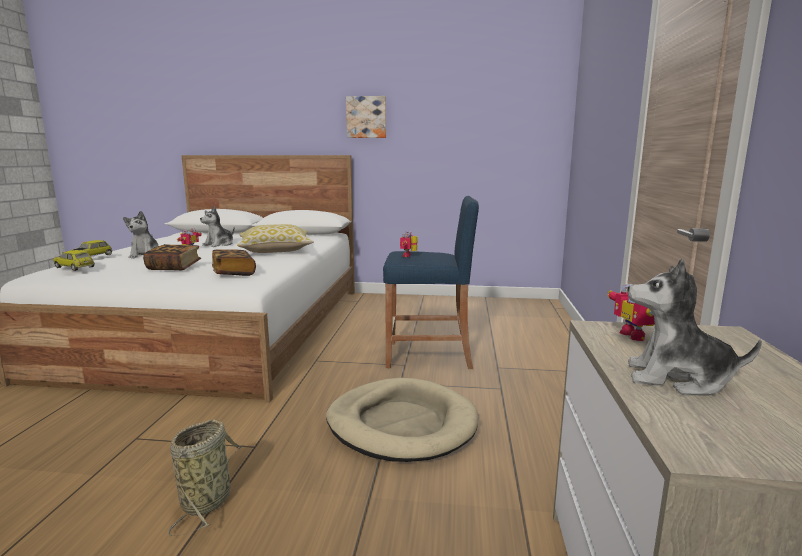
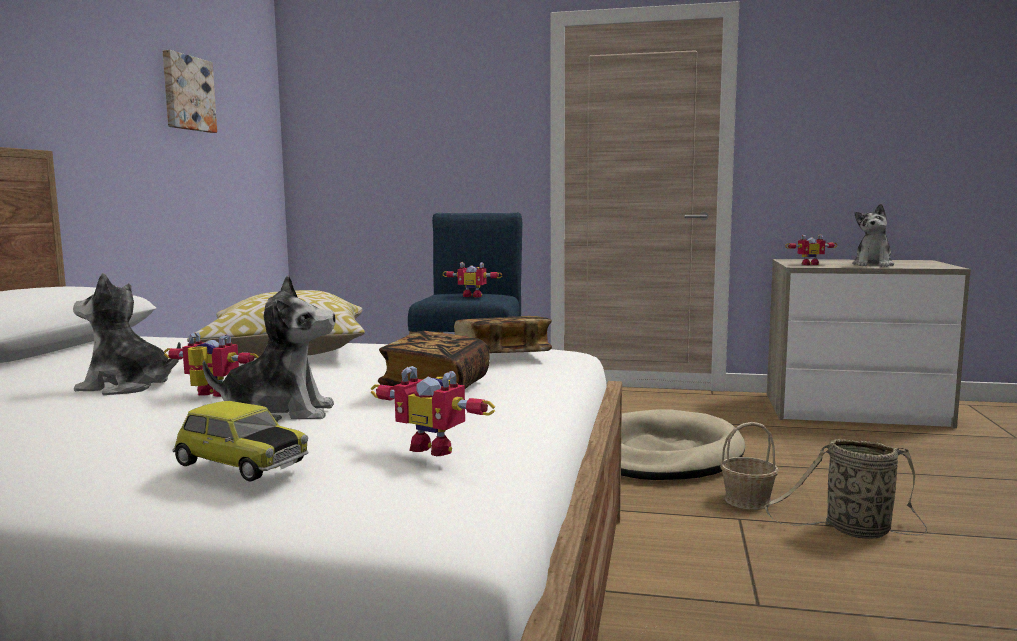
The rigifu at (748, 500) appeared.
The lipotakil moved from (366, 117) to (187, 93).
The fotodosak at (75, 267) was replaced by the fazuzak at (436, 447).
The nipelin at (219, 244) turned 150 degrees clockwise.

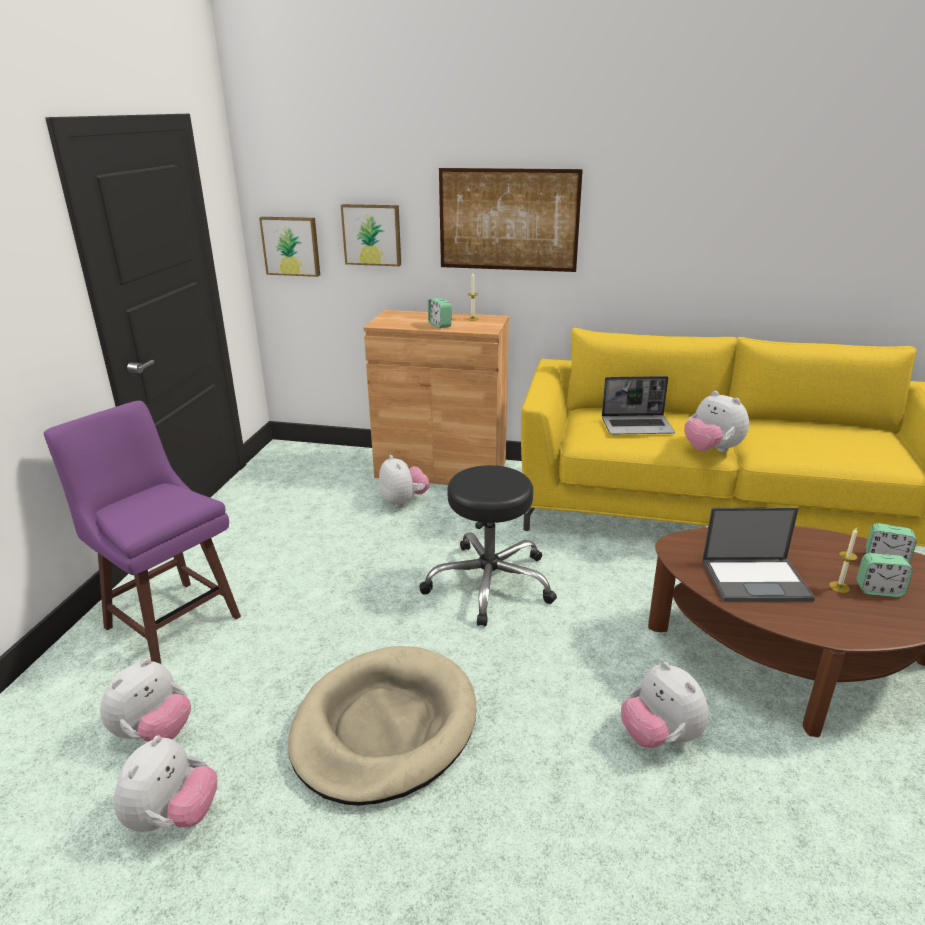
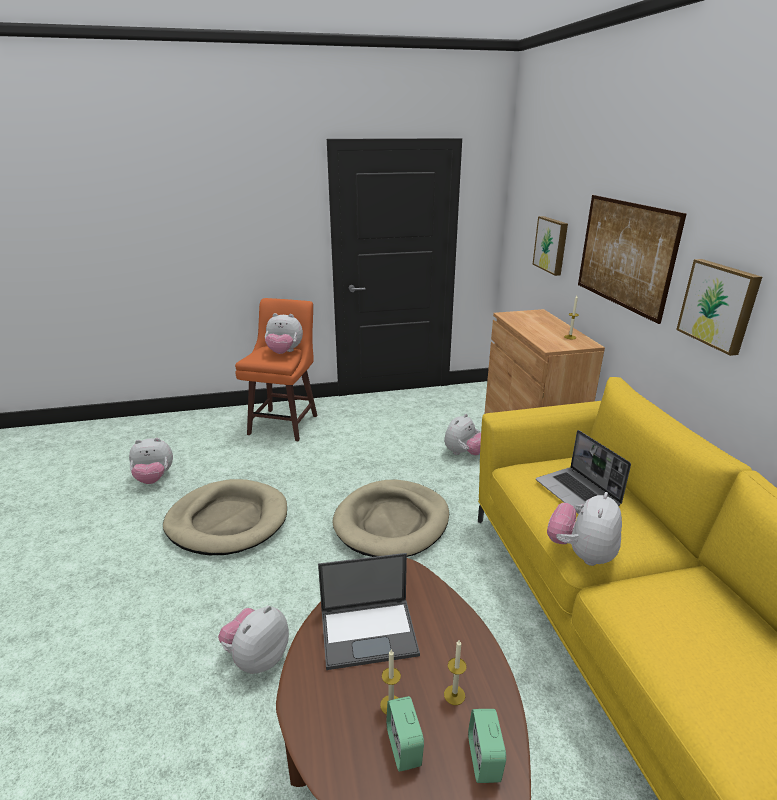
The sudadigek at (440, 325) disappeared.
The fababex at (454, 695) appeared.
The nipelin moved from (154, 732) to (284, 352).
The lipotakil moved from (291, 246) to (719, 305).
The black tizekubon at (490, 583) was replaced by the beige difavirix at (392, 522).
The purple tizekubon at (171, 620) became the orange tizekubon at (285, 424).
The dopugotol at (756, 580) turned 75 degrees counterclockwise.

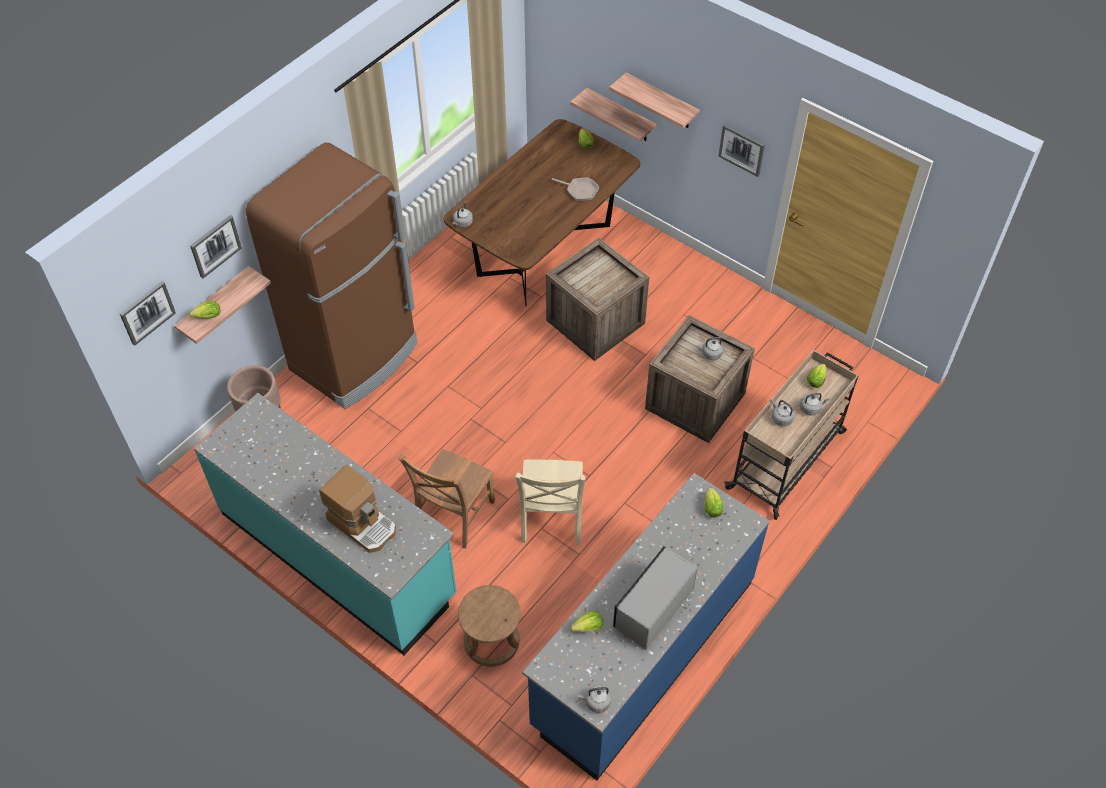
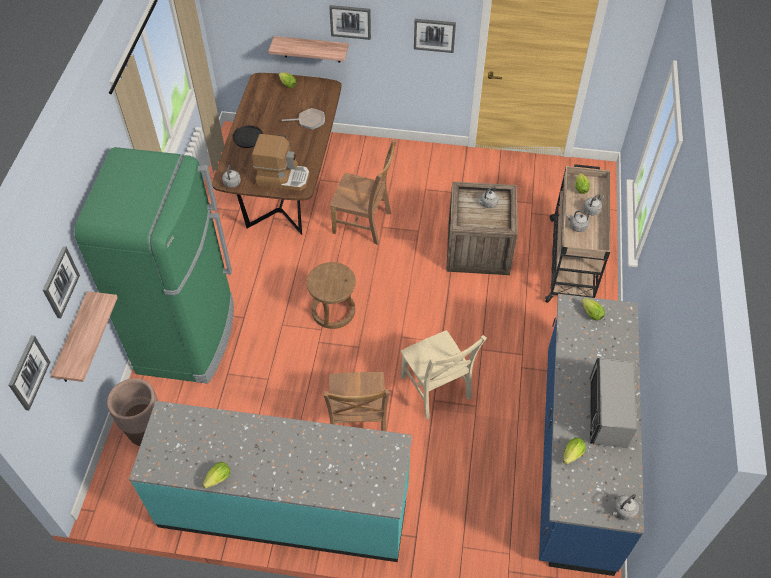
The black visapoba at (250, 138) appeared.
The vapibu moved from (206, 317) to (217, 480).
The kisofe moved from (363, 523) to (283, 177).
The brown tizekubon moved from (491, 641) to (333, 311).
The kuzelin at (595, 323) was replaced by the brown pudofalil at (364, 224).
The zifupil at (661, 102) was replaced by the lipotakil at (350, 21).
The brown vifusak at (355, 357) became the green vifusak at (188, 337).

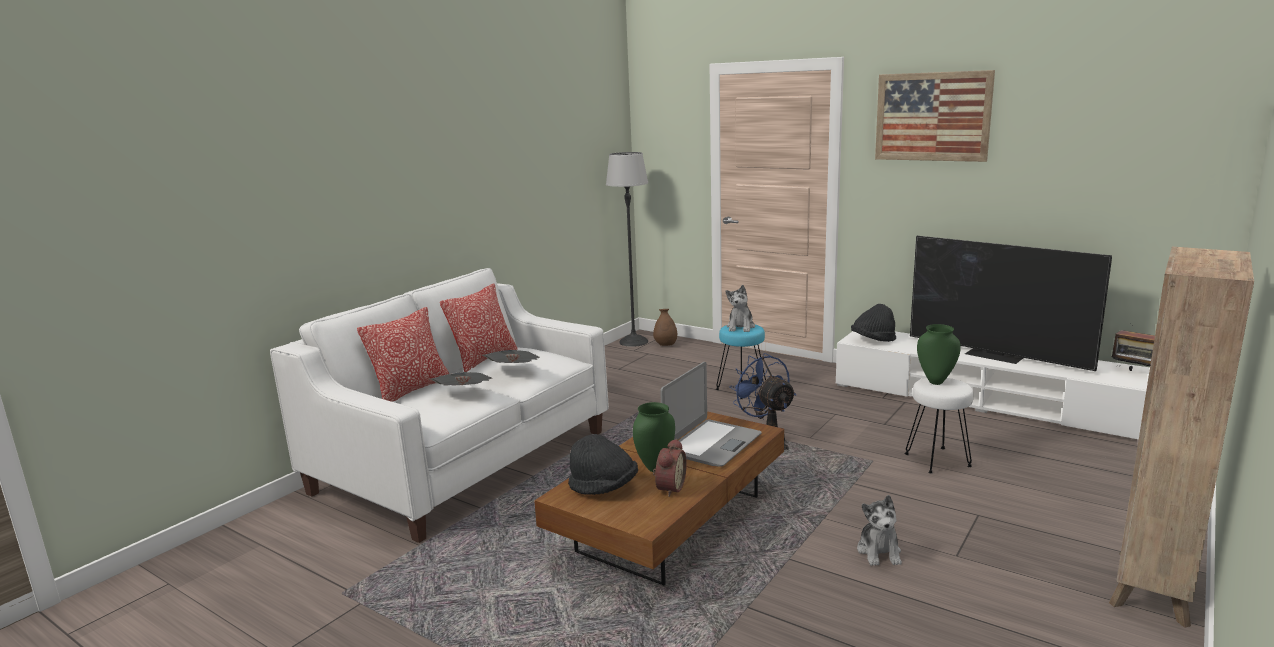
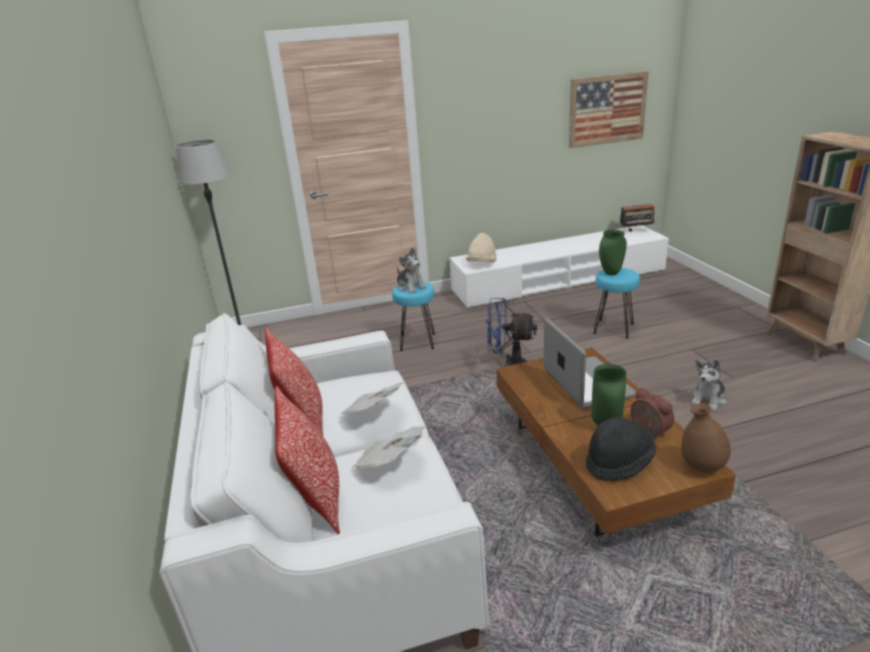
The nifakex at (996, 355) disappeared.
The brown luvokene moved from (665, 345) to (702, 467).
The lipotakil moved from (932, 116) to (607, 109).
The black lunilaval at (873, 340) became the beige lunilaval at (482, 264).
The white tizekubon at (937, 461) became the turquoise tizekubon at (614, 329).
The nipelin at (879, 552) turned 90 degrees clockwise.

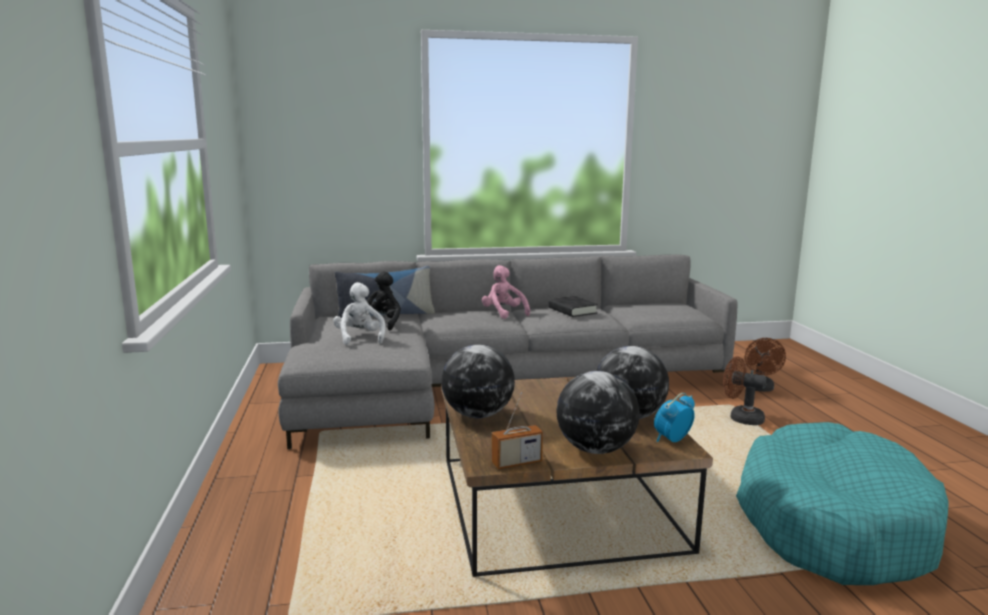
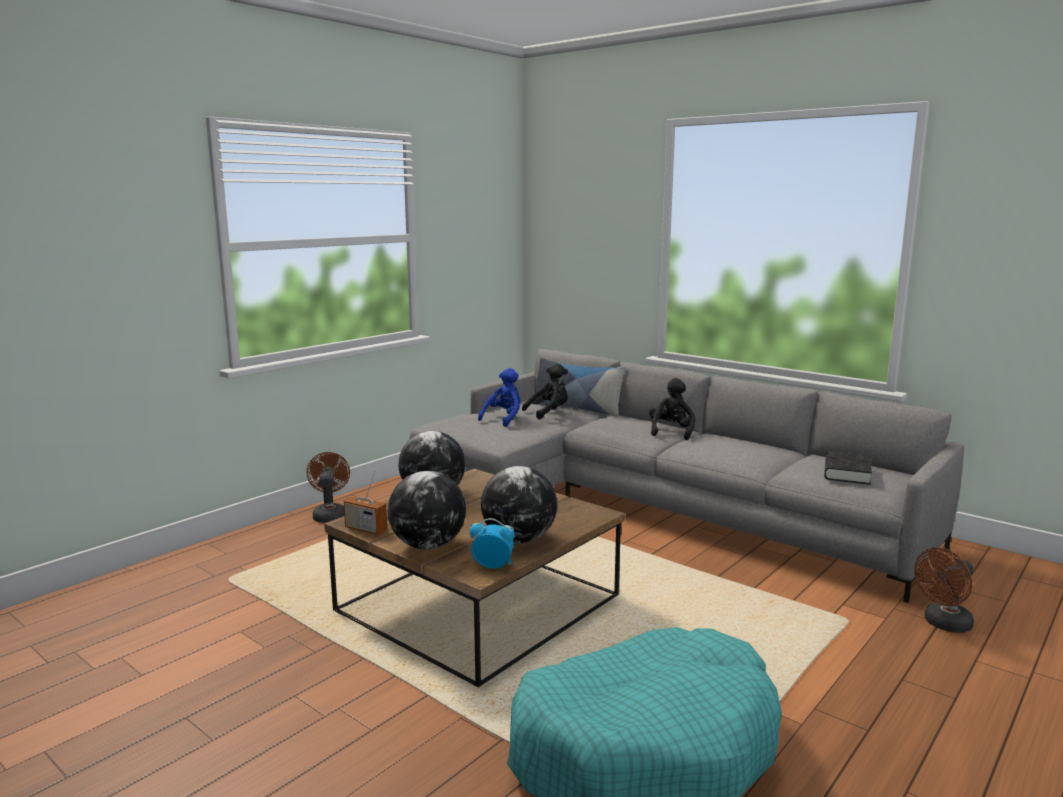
The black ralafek moved from (572, 310) to (847, 473).
The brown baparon moved from (740, 418) to (329, 514).
The white nipelin at (360, 338) became the blue nipelin at (504, 419).
The pink nipelin at (503, 313) became the black nipelin at (671, 432).

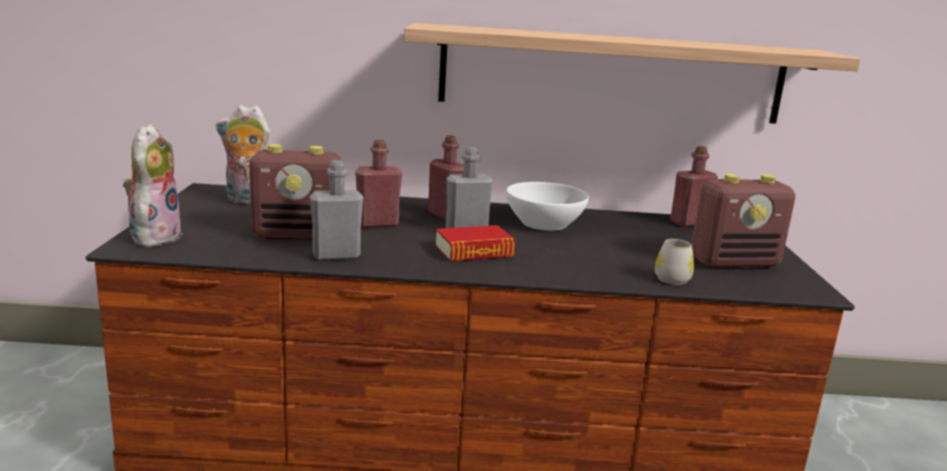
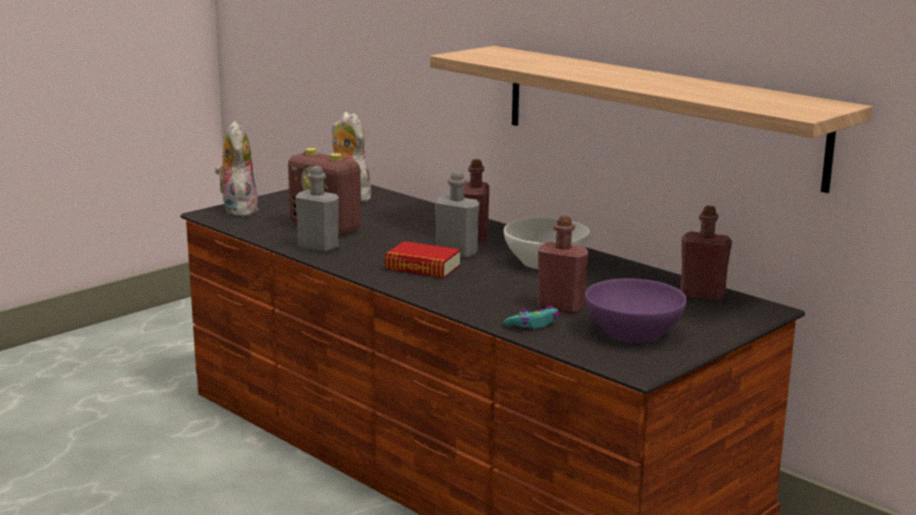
The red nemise moved from (377, 224) to (560, 307).
The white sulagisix at (672, 277) was replaced by the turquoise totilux at (533, 324).
The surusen at (735, 263) was replaced by the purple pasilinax at (634, 332).
The nipelin at (154, 236) turned 60 degrees counterclockwise.

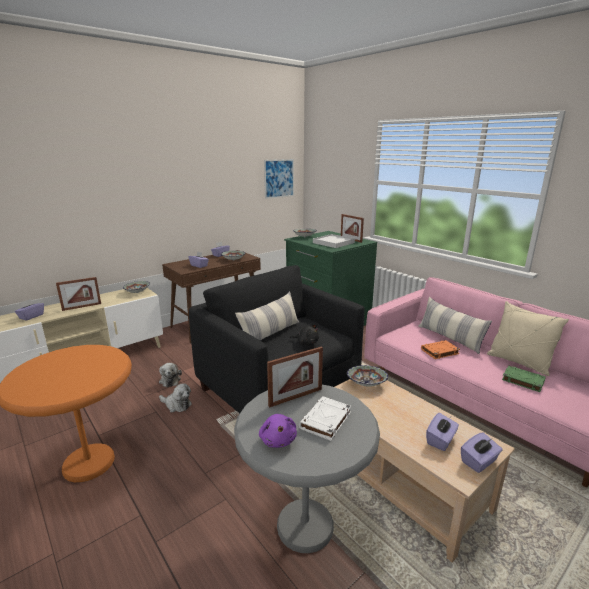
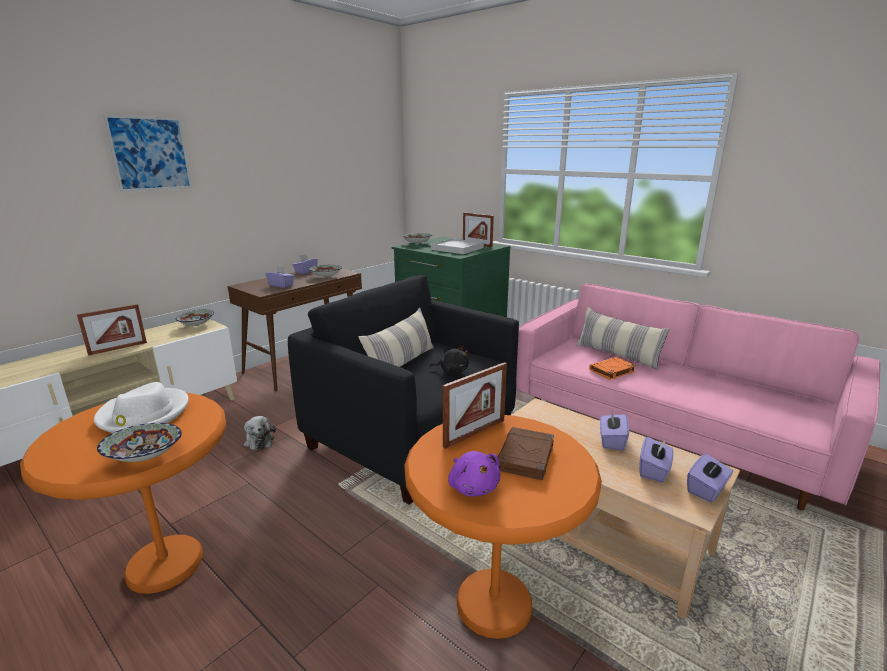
The nipelin at (177, 405) disappeared.
The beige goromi at (518, 362) disappeared.
The green ralafek at (522, 380) disappeared.
The white lunilaval at (143, 414) appeared.
The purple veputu moved from (31, 316) to (611, 441).
The lipotakil moved from (279, 178) to (150, 154).
The pasilinax moved from (366, 383) to (145, 456).
The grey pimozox at (305, 526) became the orange pimozox at (494, 603).
The white ralafek at (325, 421) became the brown ralafek at (525, 457).

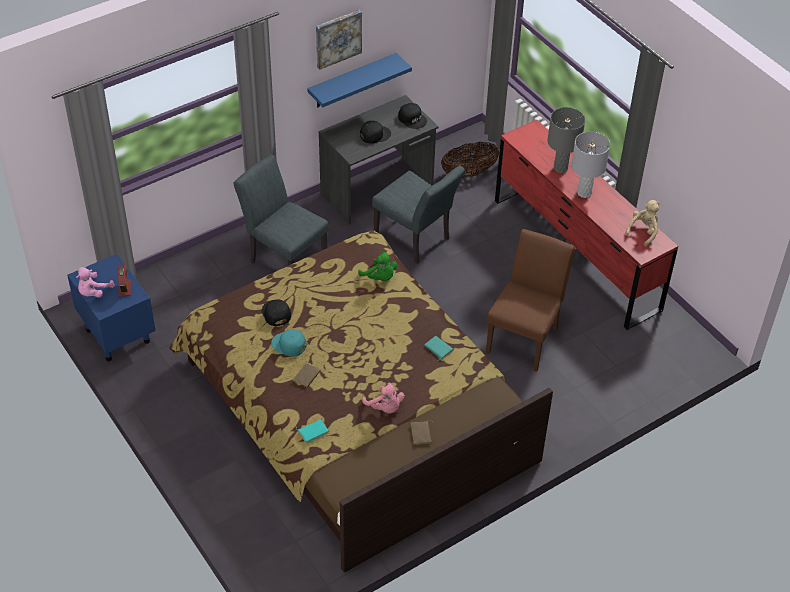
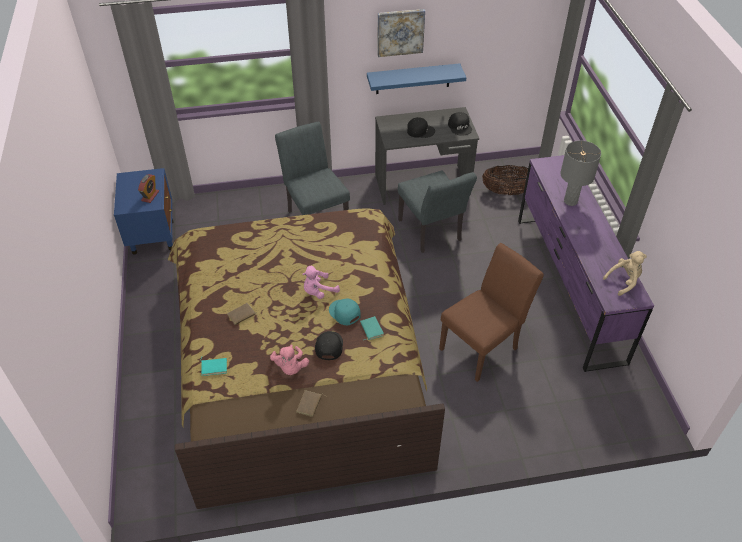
The green nipelin at (380, 277) disappeared.
The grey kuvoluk at (584, 193) disappeared.
The pink nipelin moved from (93, 292) to (318, 291).
The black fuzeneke moved from (275, 313) to (328, 346).
The turquoise fuzeneke moved from (289, 345) to (344, 313).
The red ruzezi at (575, 254) became the purple ruzezi at (568, 287).

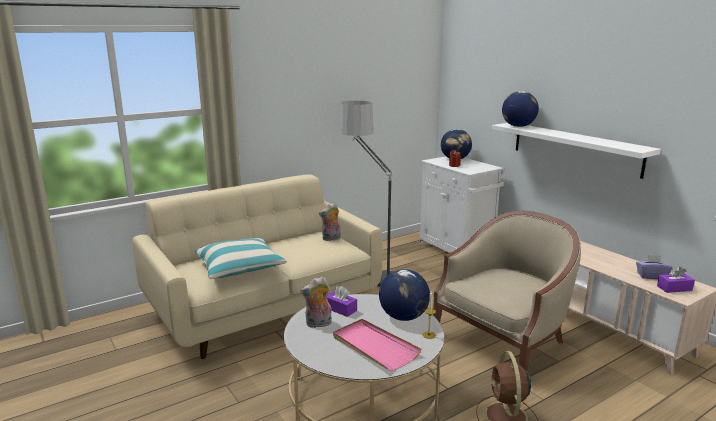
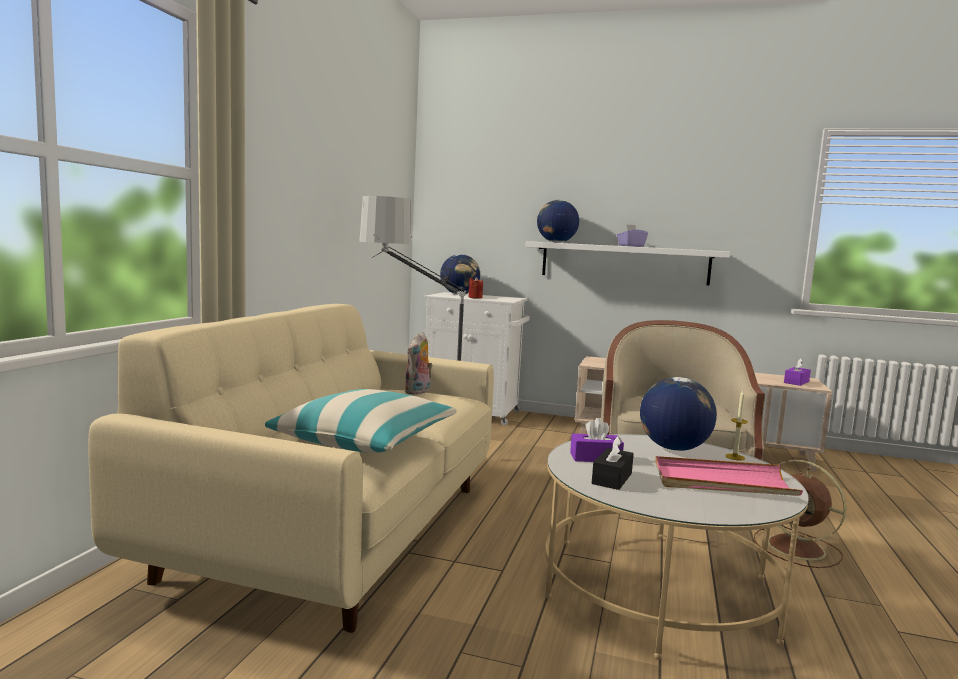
The purple veputu moved from (651, 276) to (630, 246).
The nipelin at (318, 324) was replaced by the black veputu at (612, 478).

